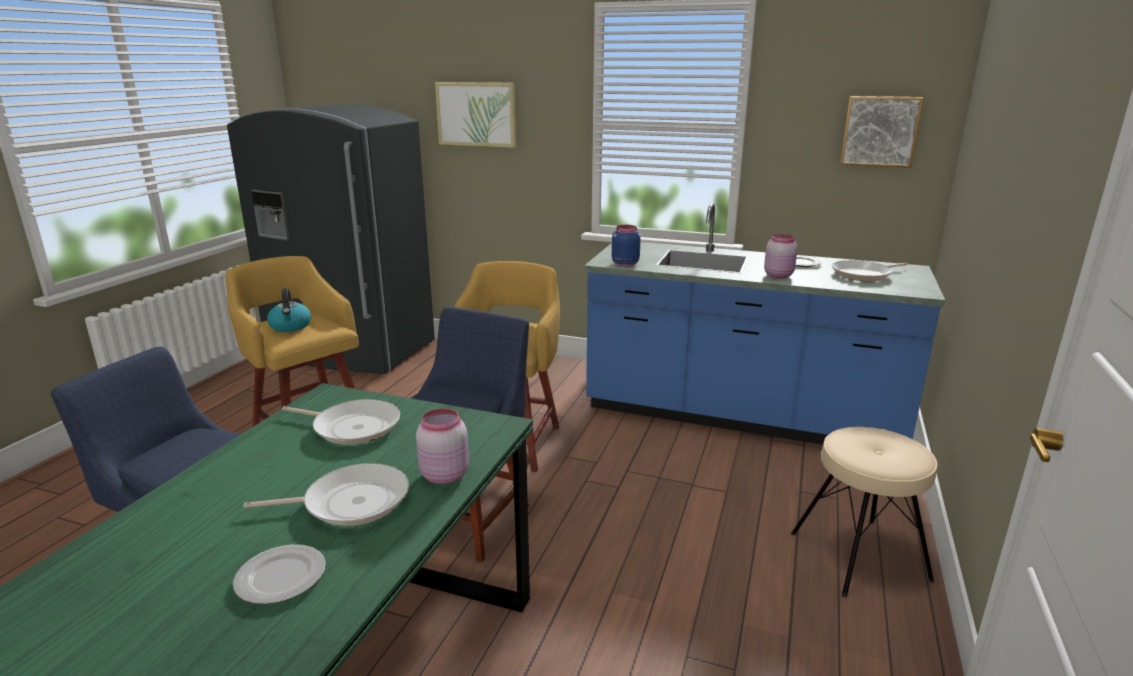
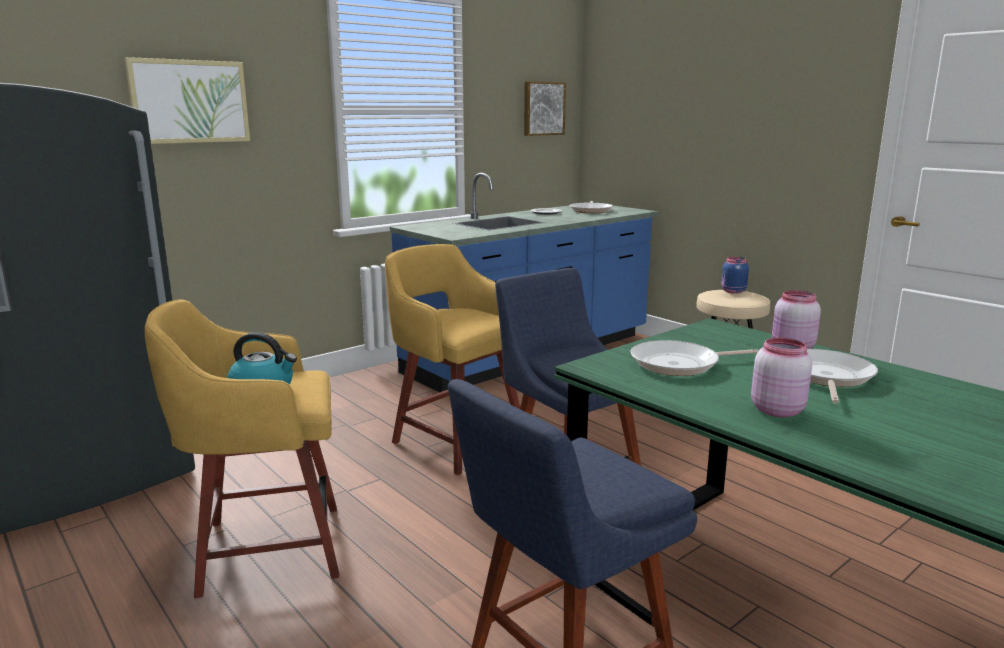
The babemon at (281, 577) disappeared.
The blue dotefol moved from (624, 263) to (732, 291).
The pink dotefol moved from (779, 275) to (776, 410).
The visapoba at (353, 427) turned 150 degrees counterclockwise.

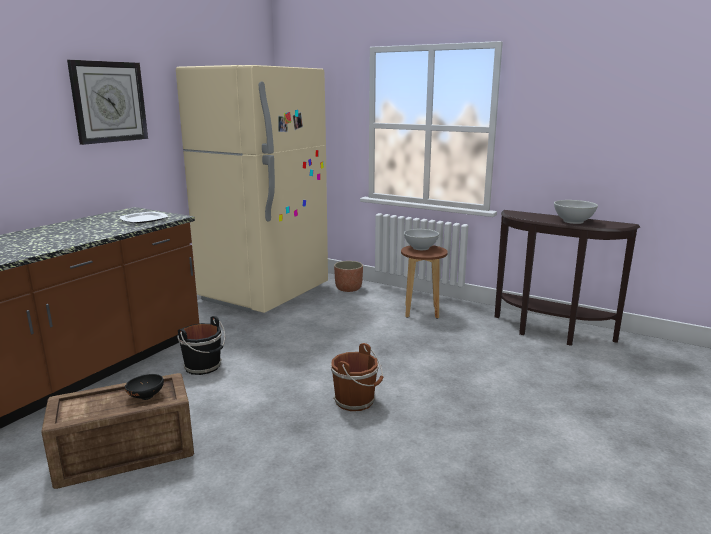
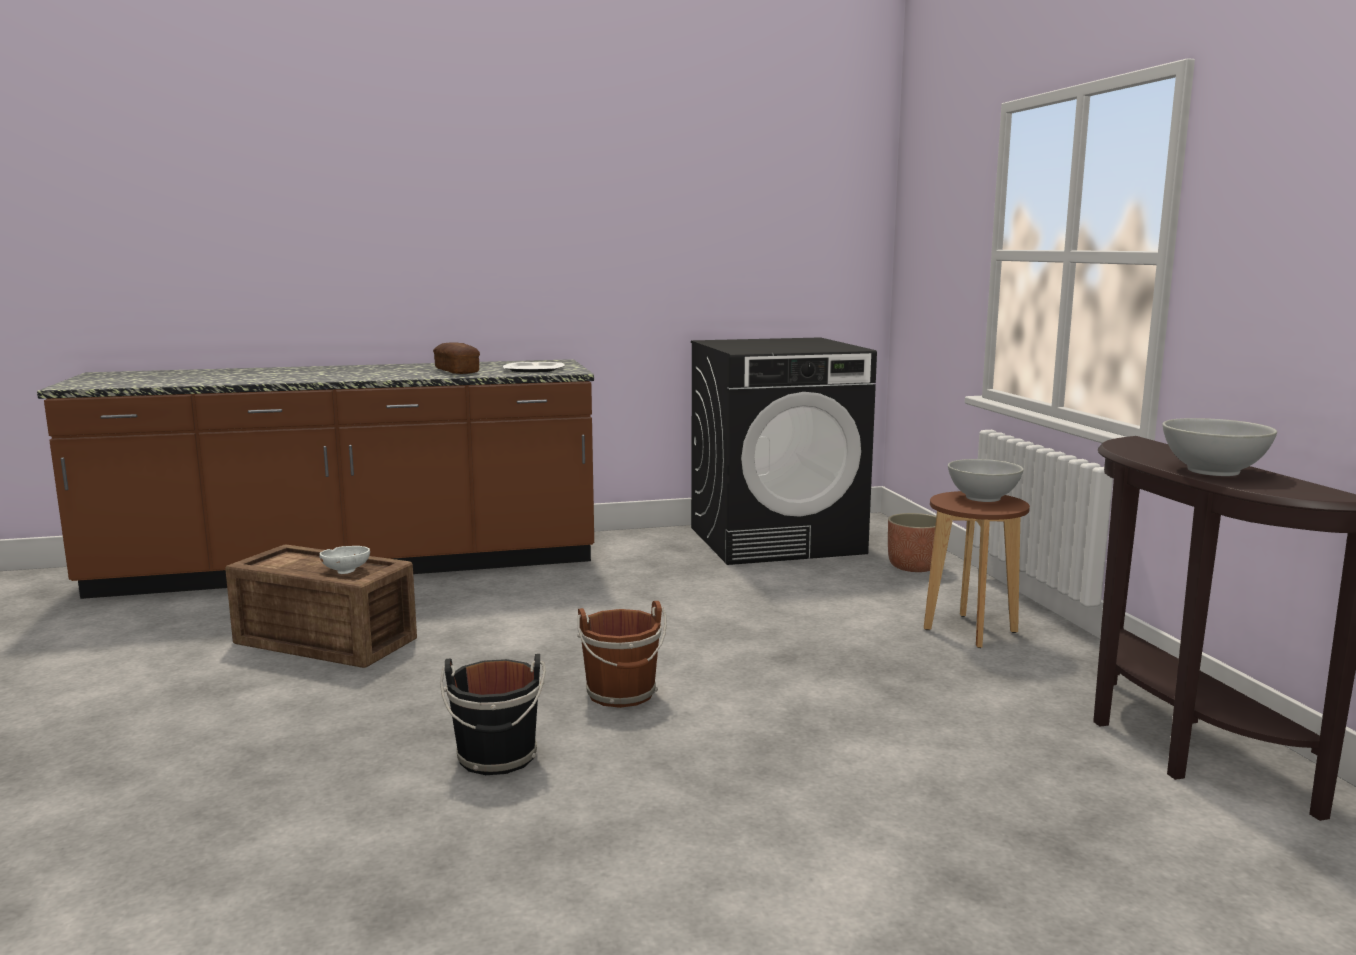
The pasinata at (109, 102) disappeared.
The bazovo at (457, 371) appeared.
The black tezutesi moved from (204, 367) to (497, 758).
The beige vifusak at (265, 293) was replaced by the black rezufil at (776, 540).
The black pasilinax at (145, 396) became the white pasilinax at (346, 571).

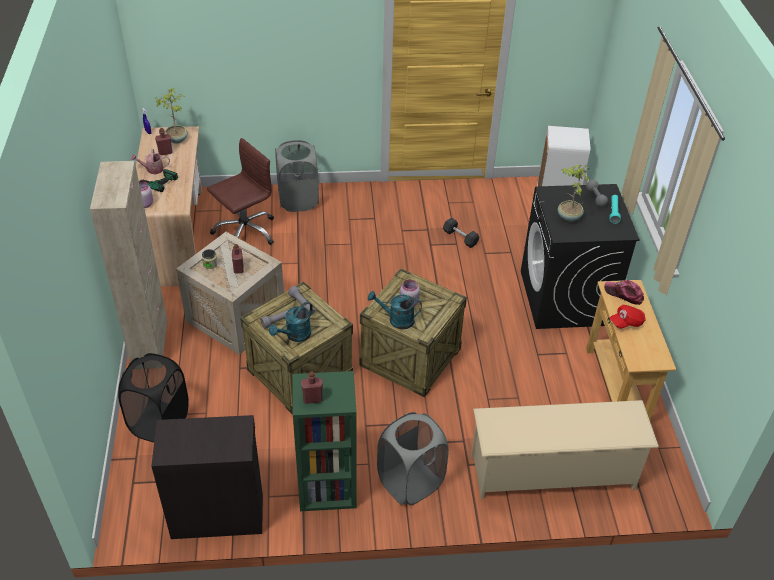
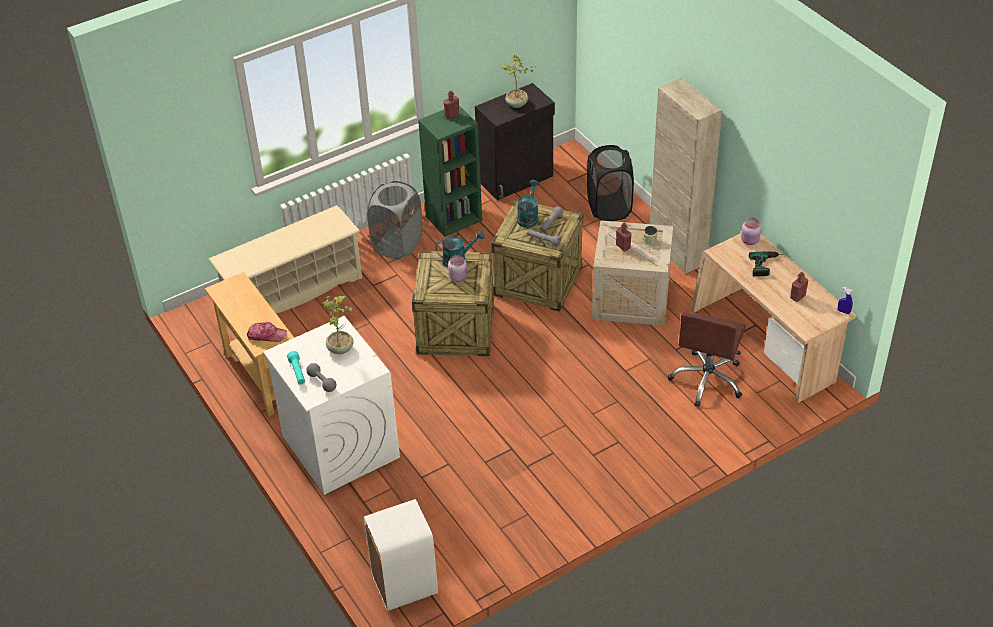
The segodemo at (152, 169) disappeared.
The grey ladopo at (298, 200) disappeared.
The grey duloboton at (460, 238) disappeared.
The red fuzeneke at (626, 322) disappeared.
The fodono moved from (177, 139) to (517, 104).
The black rezufil at (565, 298) became the white rezufil at (339, 446).

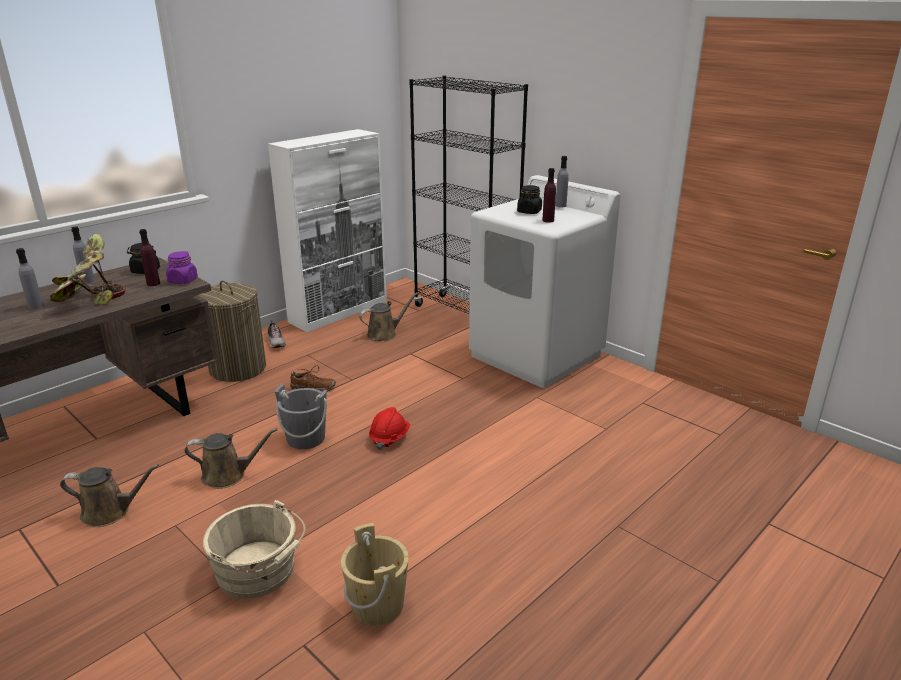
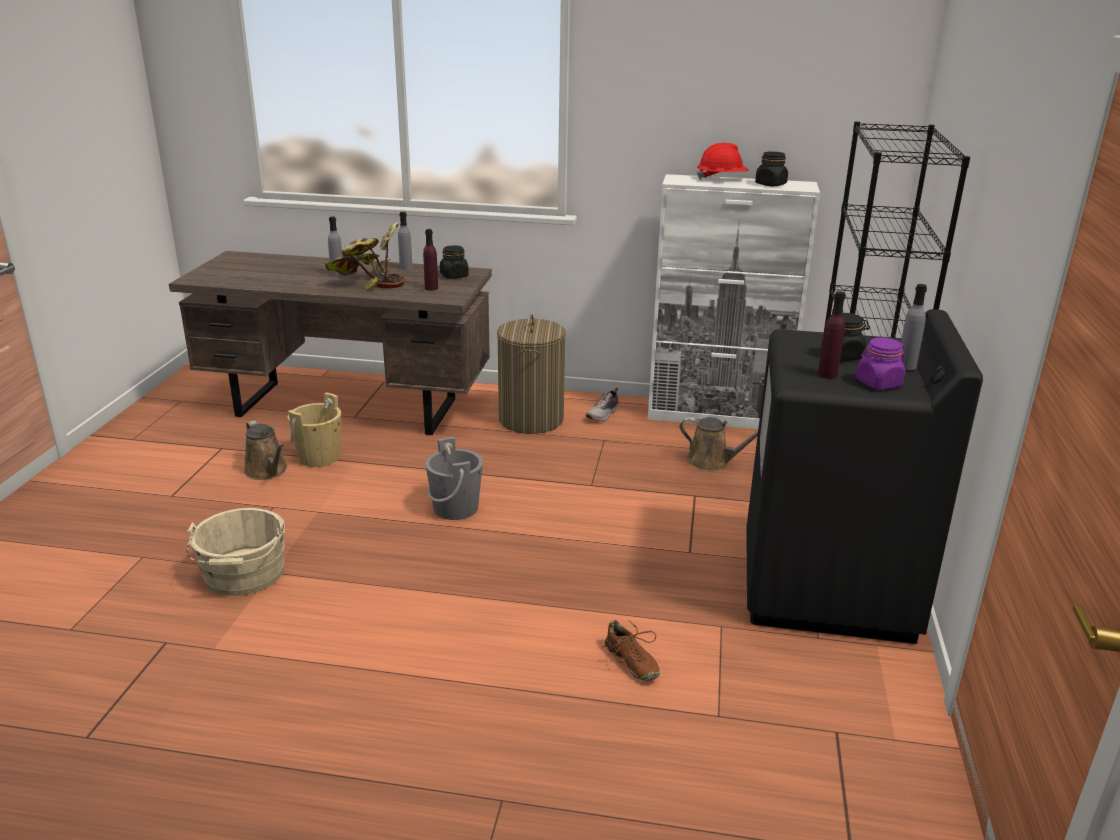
The brown segodemo at (228, 475) disappeared.
The black dotefol at (770, 184) appeared.
The purple dotefol moved from (183, 280) to (878, 383).
The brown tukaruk moved from (313, 388) to (631, 662).
The beige tezutesi moved from (377, 605) to (319, 457).
The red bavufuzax moved from (389, 438) to (721, 179).
The white rezufil at (536, 355) became the black rezufil at (827, 587).

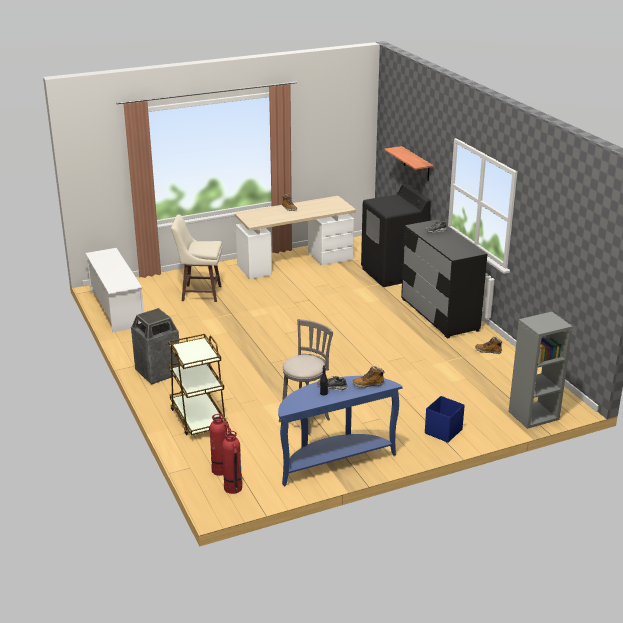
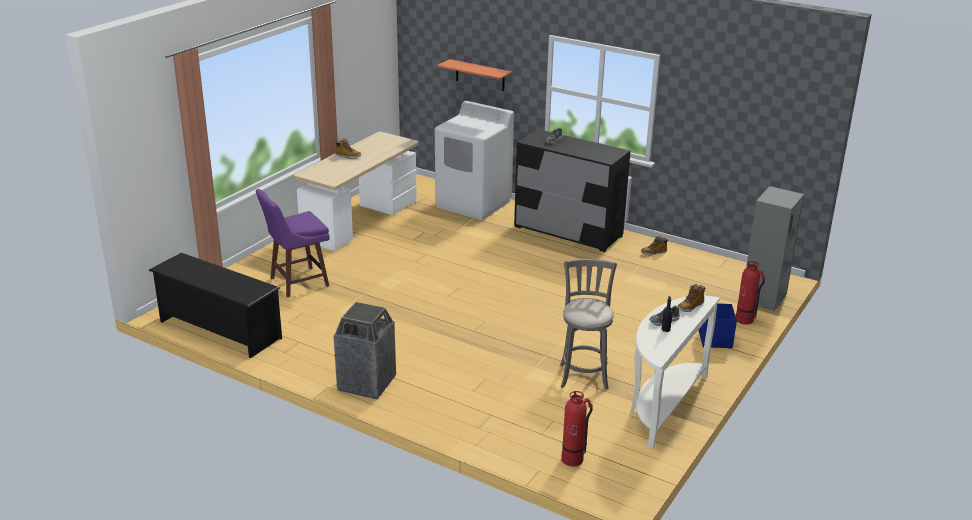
The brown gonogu at (198, 418) disappeared.
The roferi moved from (233, 488) to (744, 320).
The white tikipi at (116, 309) became the black tikipi at (219, 330).
The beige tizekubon at (200, 293) became the purple tizekubon at (297, 282).
The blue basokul at (333, 461) became the white basokul at (663, 405).
The black rezufil at (393, 273) became the white rezufil at (474, 204).

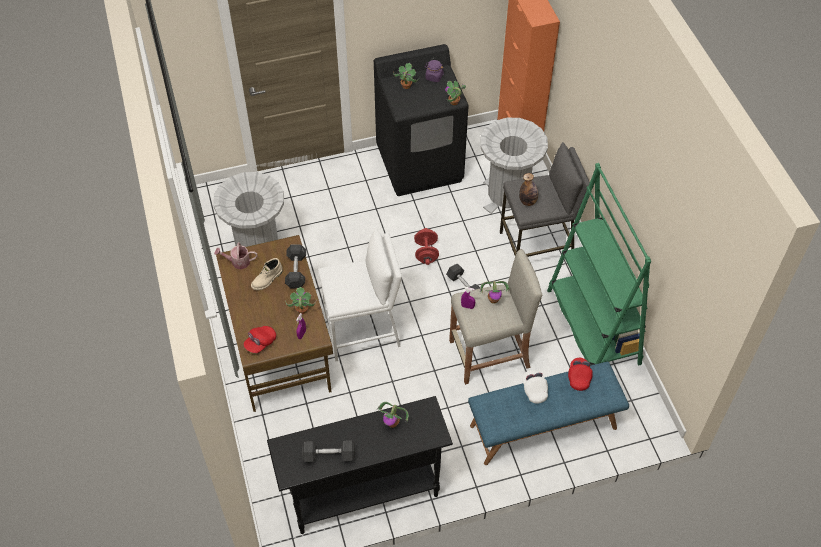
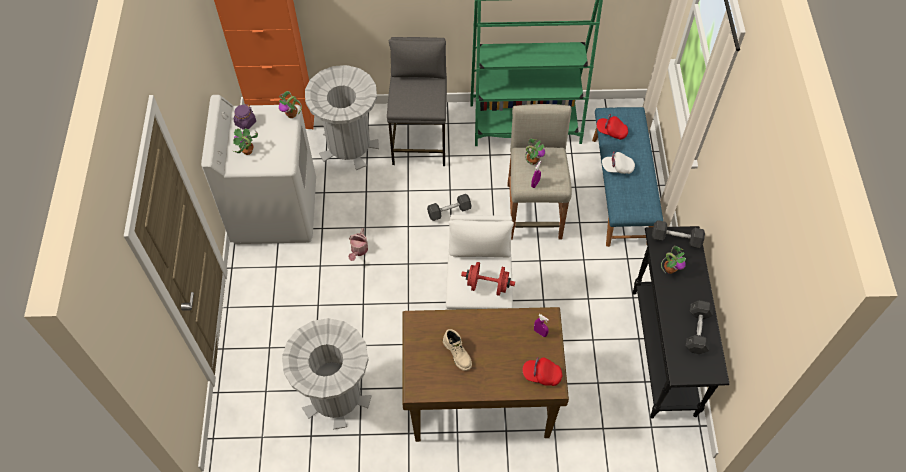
The fodono at (301, 310) disappeared.
The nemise at (528, 201) disappeared.
The segodemo moved from (238, 262) to (358, 251).
The grey duloboton moved from (296, 271) to (676, 239).
The red duloboton moved from (426, 253) to (487, 285).
The black rezufil at (420, 164) became the white rezufil at (274, 210).
The red fuzeneke at (260, 343) turned 135 degrees clockwise.

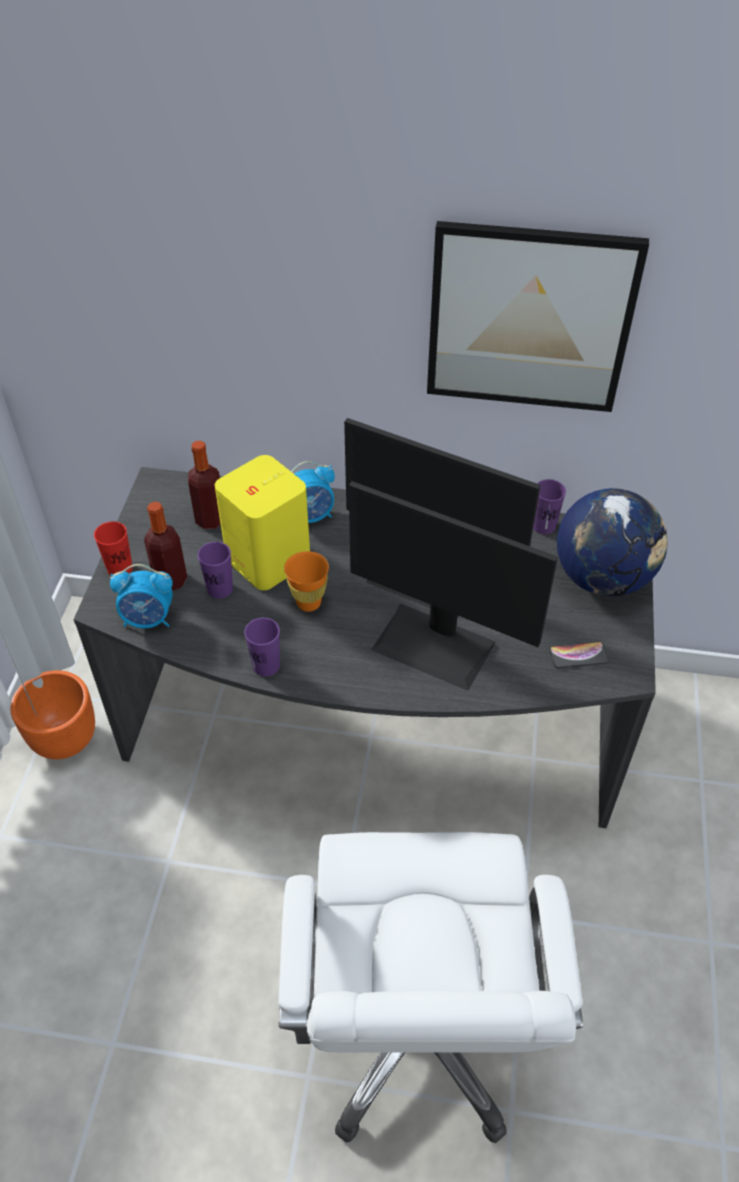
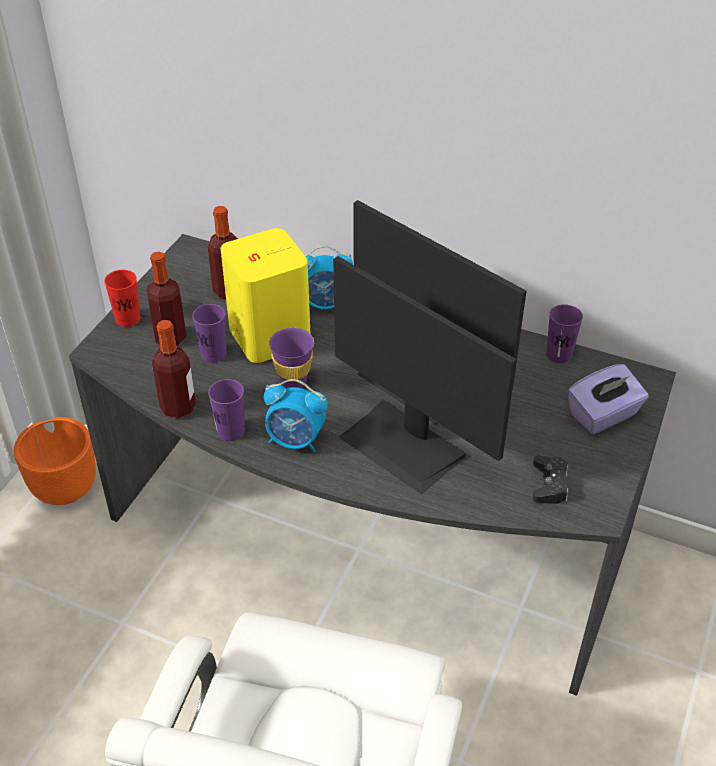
The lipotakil at (529, 319) disappeared.
The nemise at (178, 407) appeared.
The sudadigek moved from (149, 619) to (296, 441).
The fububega at (578, 655) was replaced by the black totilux at (549, 484).
The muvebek at (602, 578) was replaced by the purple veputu at (603, 415).
The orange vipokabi at (308, 603) became the purple vipokabi at (293, 382).

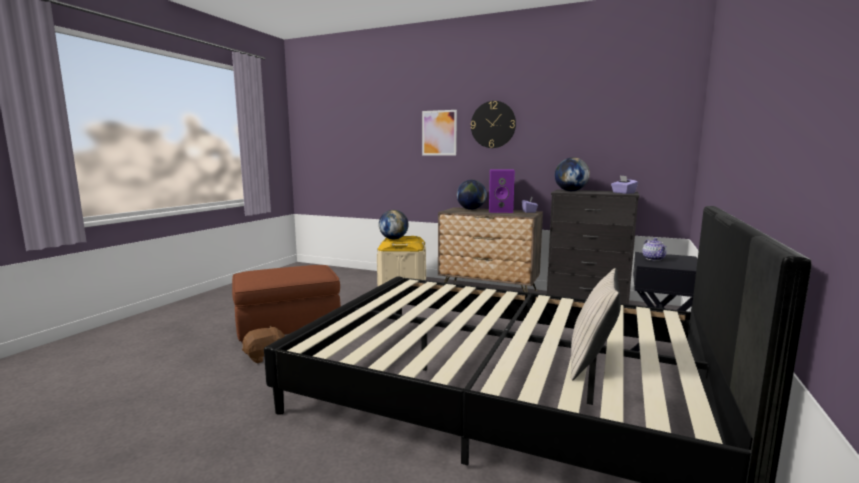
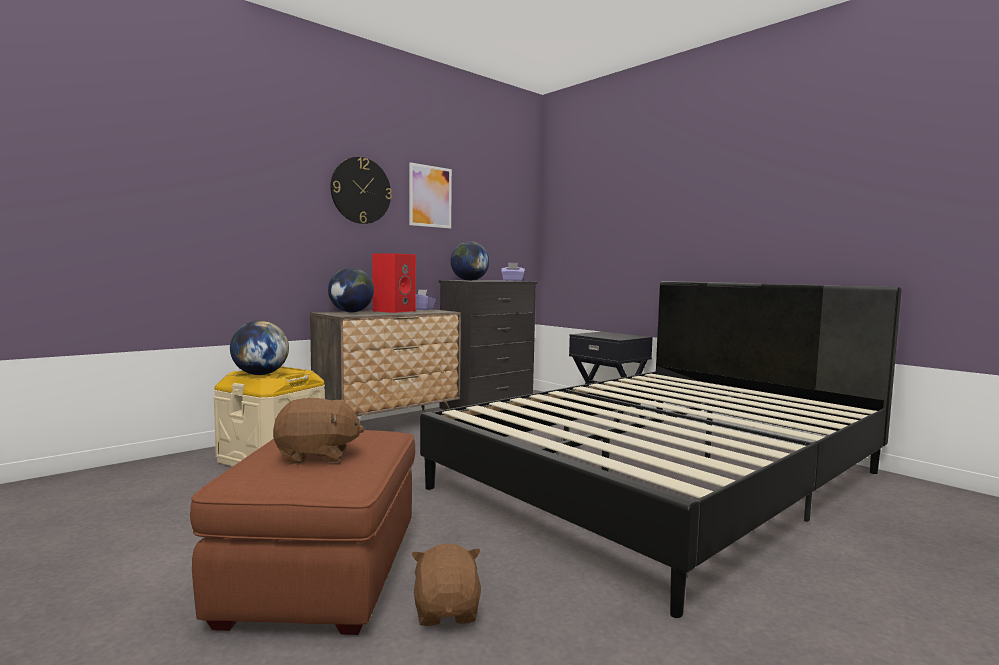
The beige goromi at (592, 361) disappeared.
The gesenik at (654, 259) disappeared.
The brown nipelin at (317, 456) appeared.
The lipotakil moved from (439, 133) to (430, 196).
The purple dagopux at (501, 211) became the red dagopux at (394, 311).

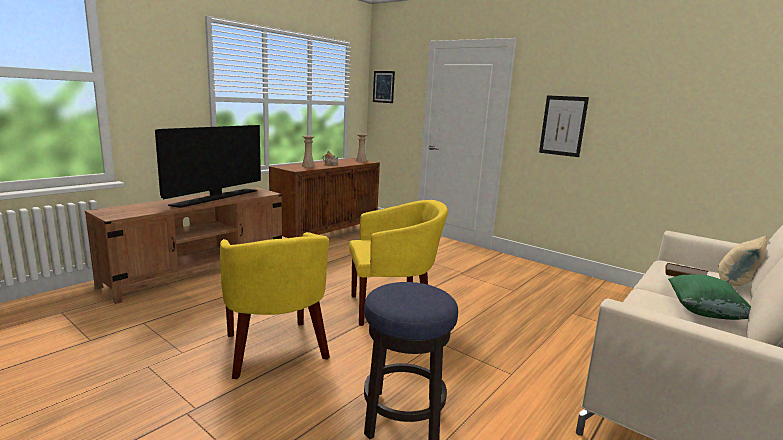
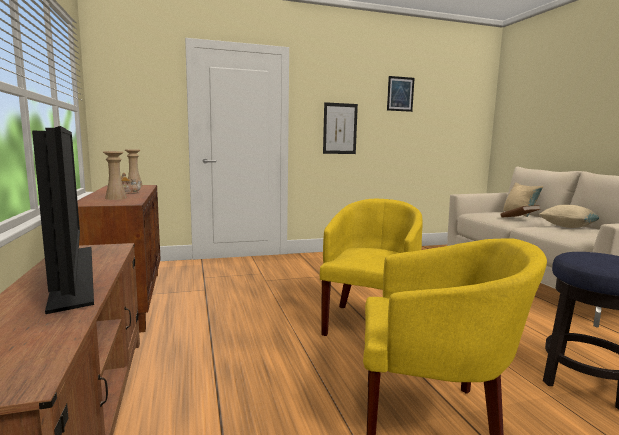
The lipotakil moved from (383, 87) to (400, 94).
The green goromi at (704, 312) became the beige goromi at (567, 227).

